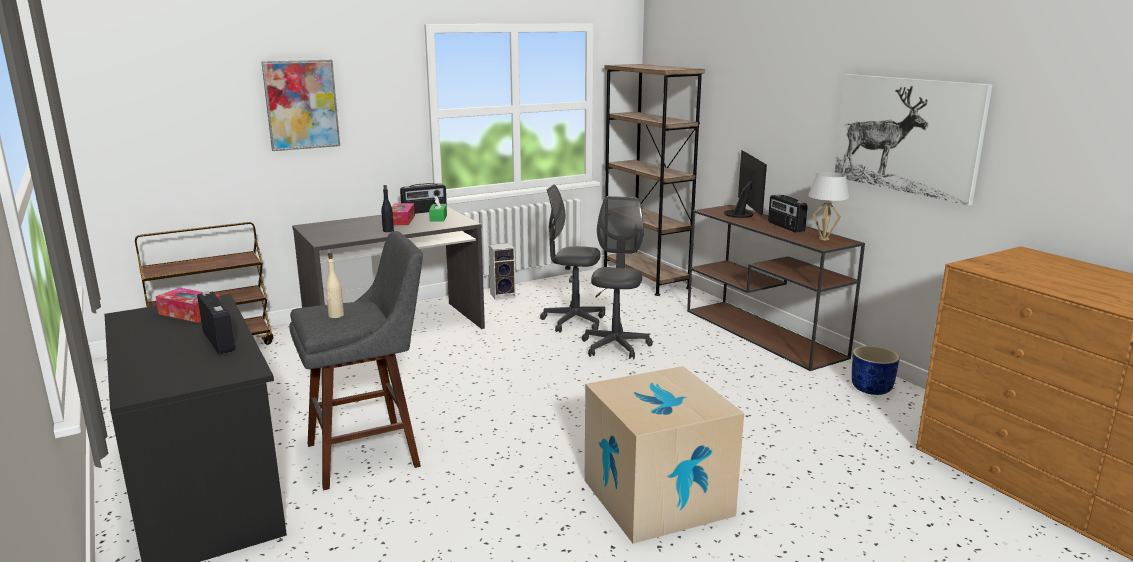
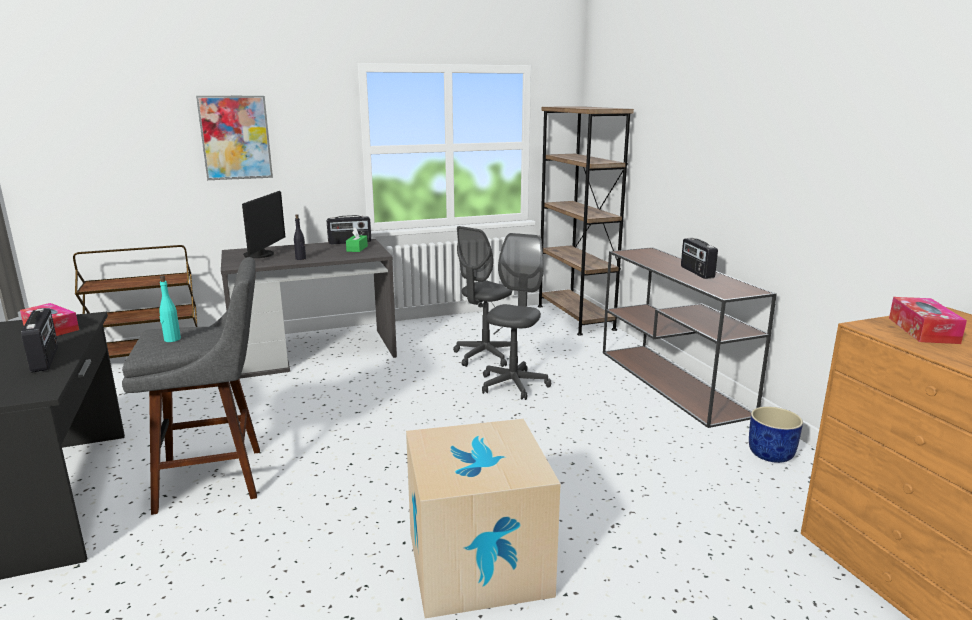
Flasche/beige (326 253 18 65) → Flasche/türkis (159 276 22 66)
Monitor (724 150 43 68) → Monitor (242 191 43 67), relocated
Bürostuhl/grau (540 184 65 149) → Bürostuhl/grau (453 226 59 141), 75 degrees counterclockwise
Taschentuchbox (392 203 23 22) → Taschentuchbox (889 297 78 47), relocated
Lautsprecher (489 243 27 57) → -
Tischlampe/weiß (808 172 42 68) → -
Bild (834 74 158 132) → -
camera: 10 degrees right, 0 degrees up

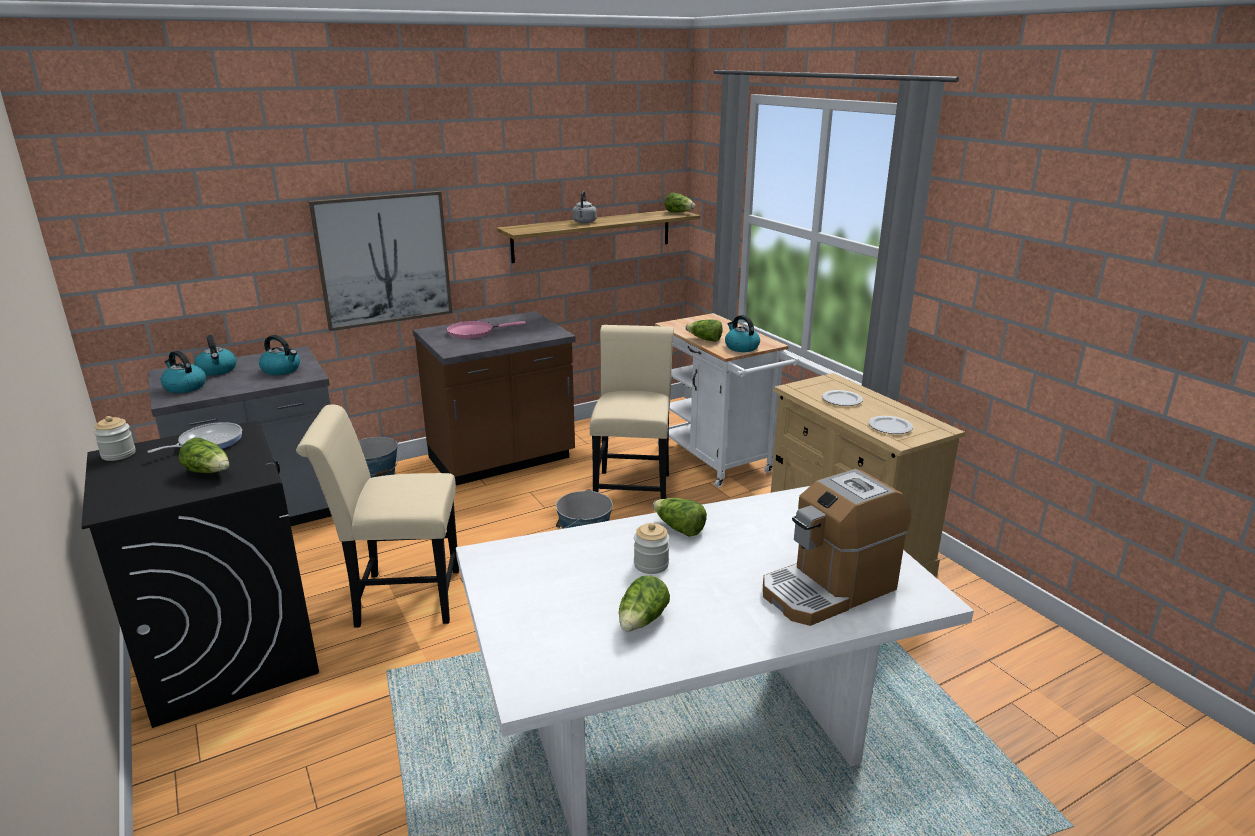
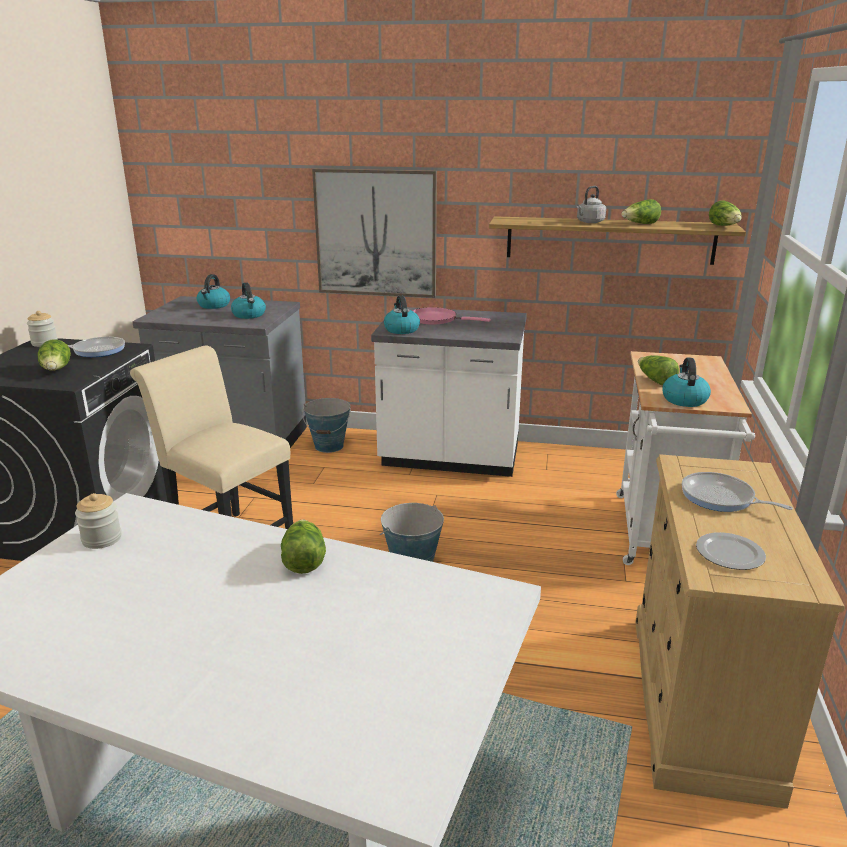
Vorratsglas (634 523 36 51) → Vorratsglas (75 493 47 56), relocated
Küchenzeile/braun (413 311 163 175) → Küchenzeile/weiß (371 307 156 170)
Wasserkessel (161 350 45 43) → Wasserkessel (384 296 36 38), relocated
Salatkopf (619 576 51 56) → Salatkopf (621 199 40 25), relocated
Teller (822 390 41 16) → Pfanne (682 472 111 40)
Stuhl/beige (590 325 84 174) → -
Kaffeemaschine (763 469 148 157) → -
camera: 40 degrees right, 0 degrees up

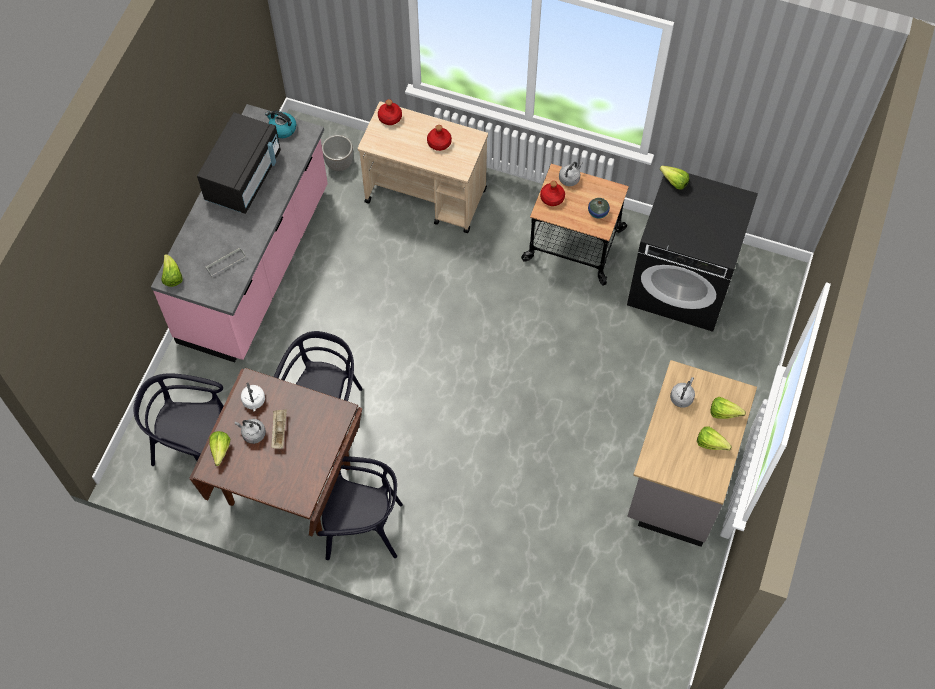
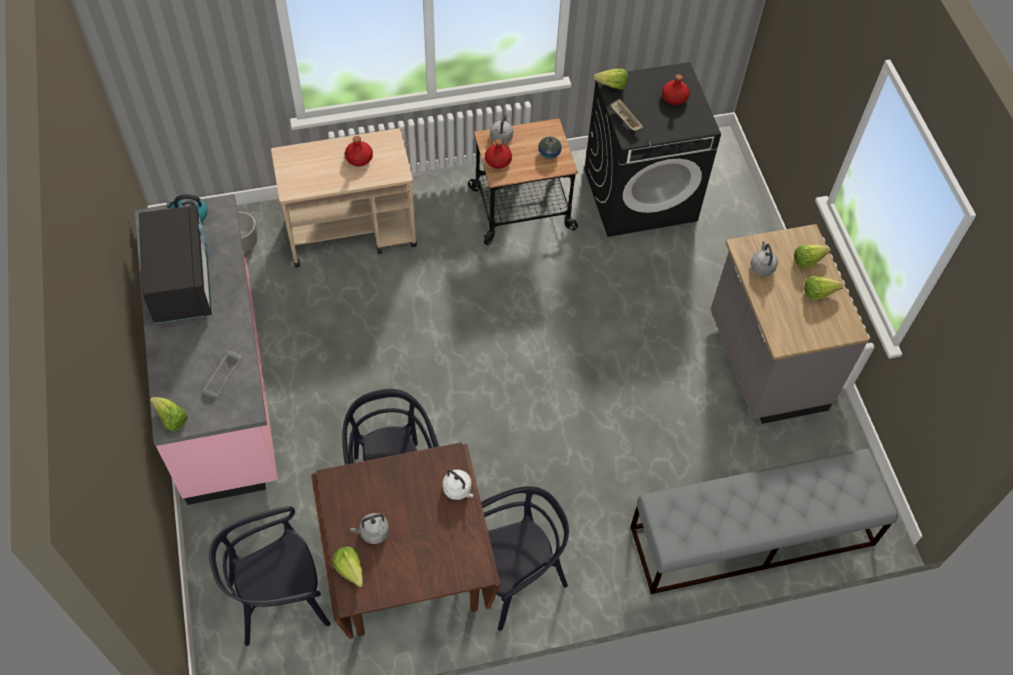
Wasserkessel/weiß (241 383 24 29) → Wasserkessel/weiß (443 470 30 30), relocated
Tablett/beige (271 409 16 40) → Tablett/beige (610 99 33 32), relocated
- → Bank/grau (631 449 267 145)
Flasche/rot (378 99 24 26) → Flasche/rot (662 74 28 31), relocated
camera: 35 degrees left, 5 degrees down

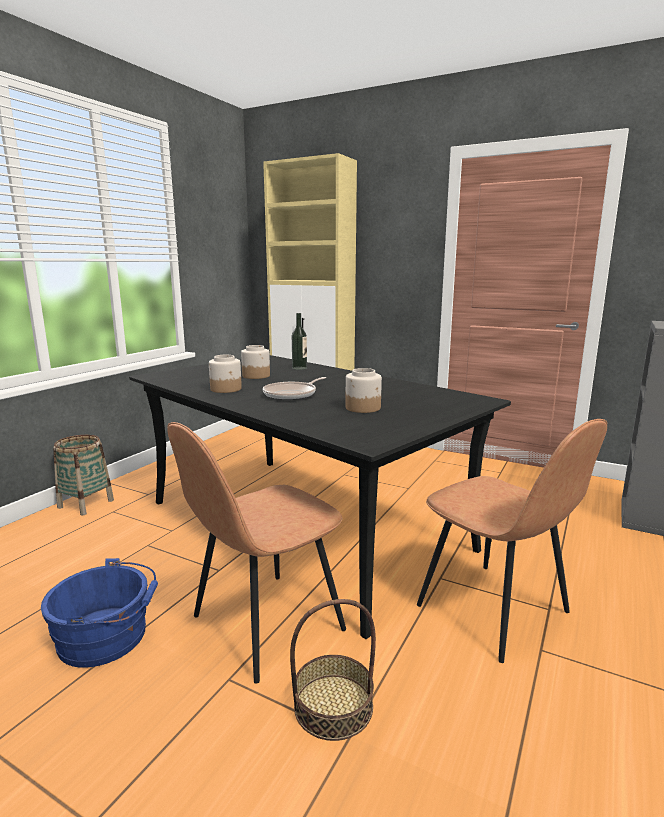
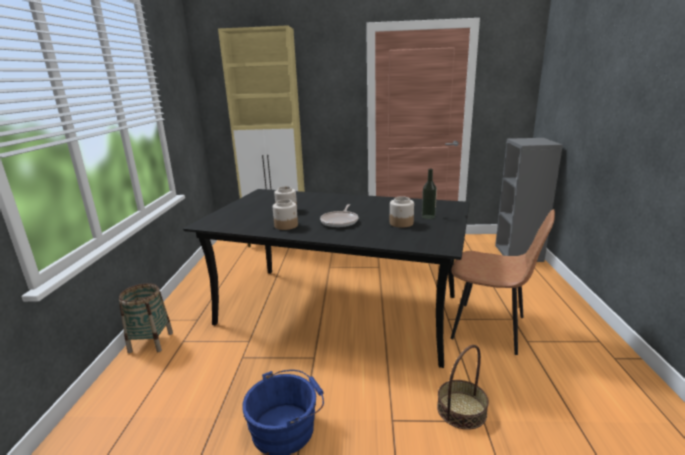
Flasche (292 313 15 57) → Flasche (422 169 15 50), relocated
Stuhl/braun (167 422 179 262) → -
camera: 25 degrees left, 5 degrees up

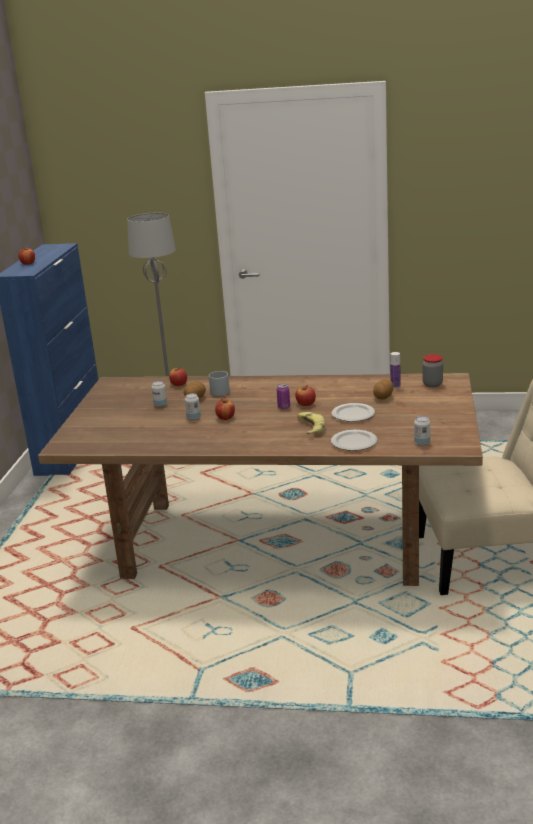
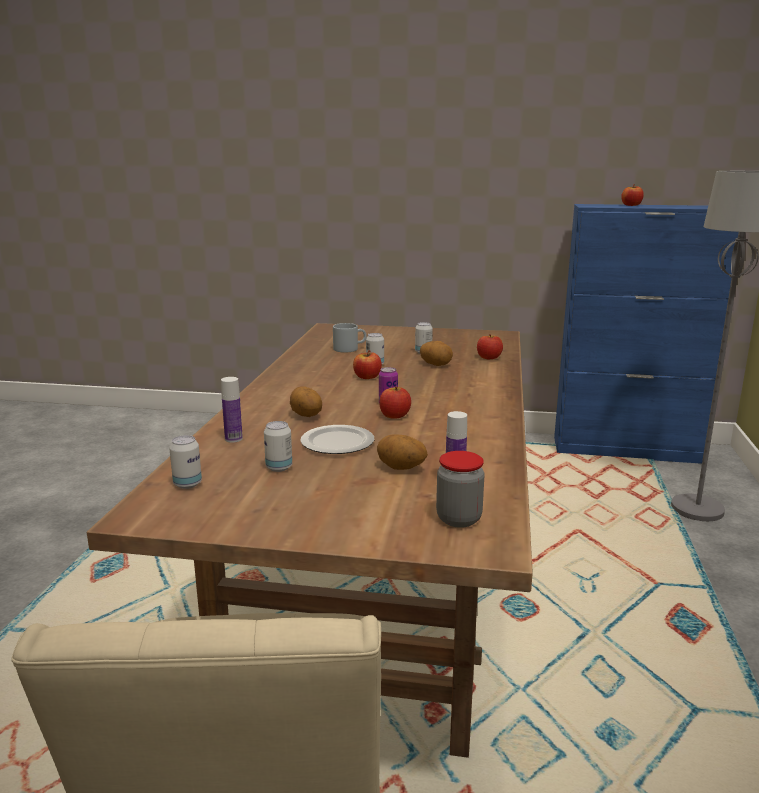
Teller (331 430 46 21) → Flasche (221 377 22 66)
- → Dose (264 421 28 51)
Banane (297 412 28 23) → Kartoffel (290 386 32 31)
Henkelbecher/grau (209 371 21 25) → Henkelbecher/grau (333 323 34 29), relocated
camera: 90 degrees right, 5 degrees down

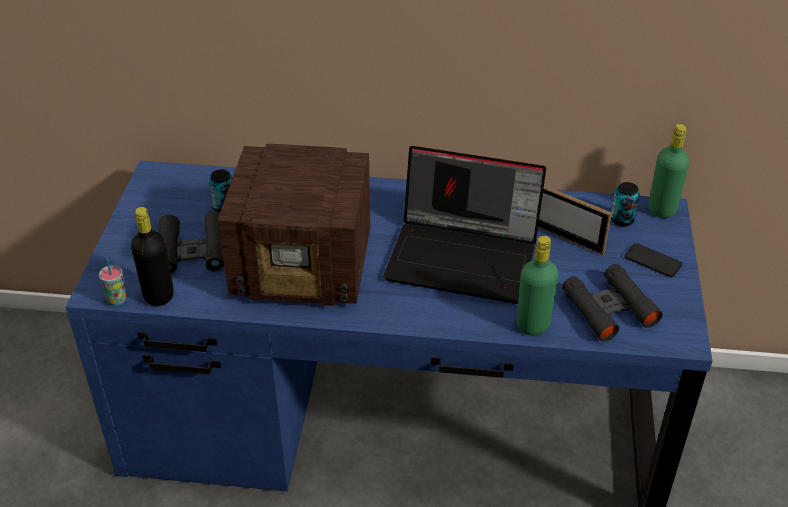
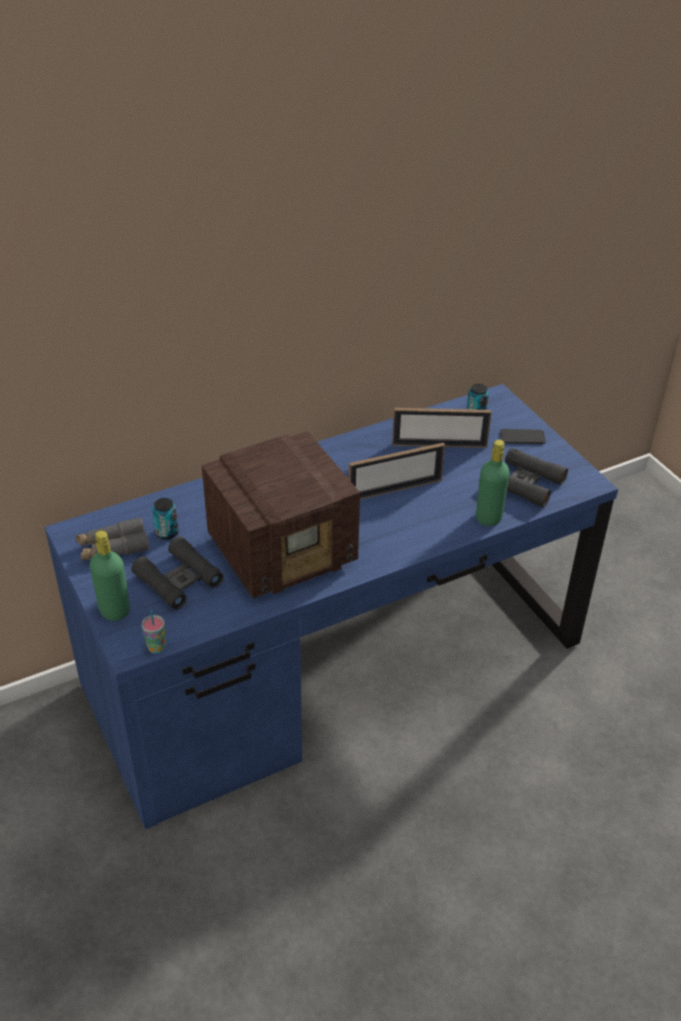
- → Fernglas/grau (76 517 73 44)
Flasche/grün (649 124 40 94) → Flasche/grün (90 531 40 90), relocated
Laptop (383 146 163 158) → Bilderrahmen (348 443 97 56)
Flasche/schwarz (131 207 43 99) → -
camera: 35 degrees left, 0 degrees up

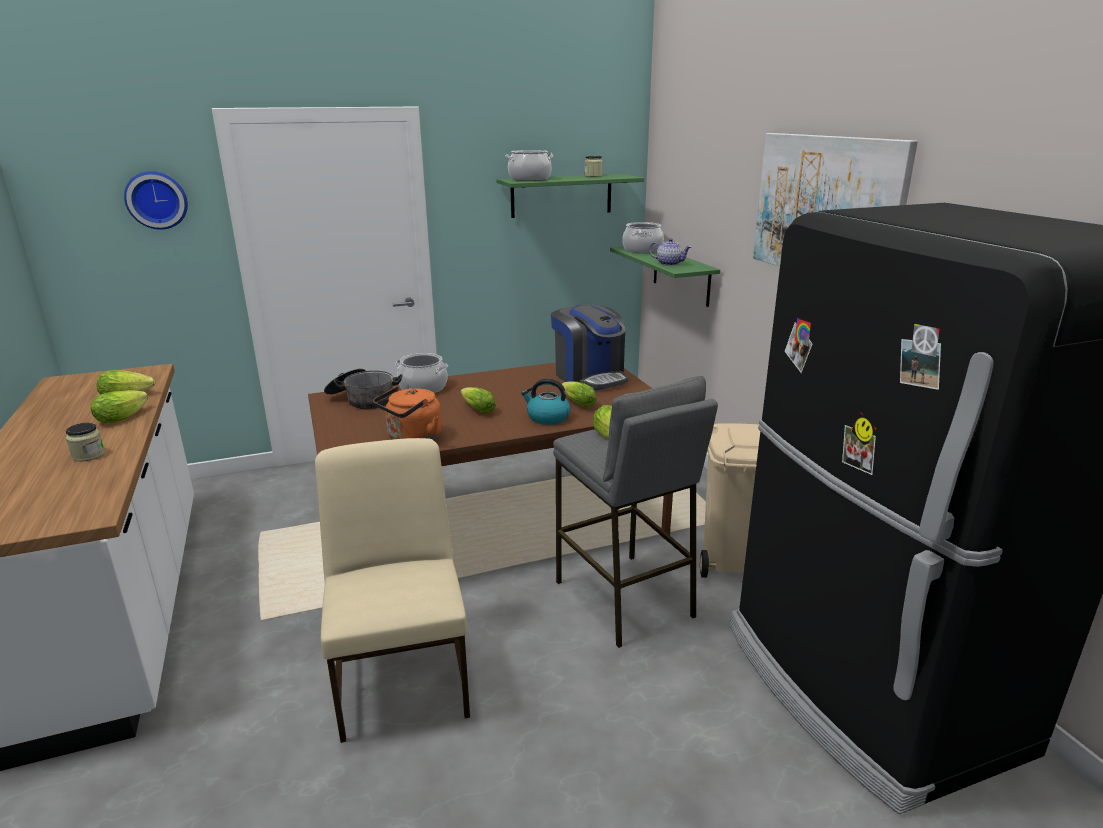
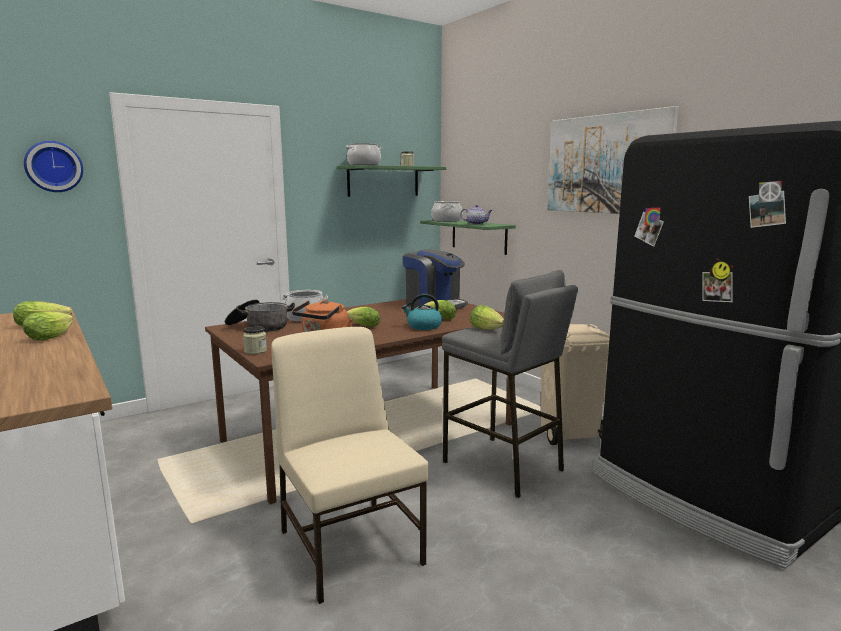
Vorratsglas (66 423 39 39) → Vorratsglas (243 326 24 28), relocated
camera: 15 degrees left, 10 degrees down

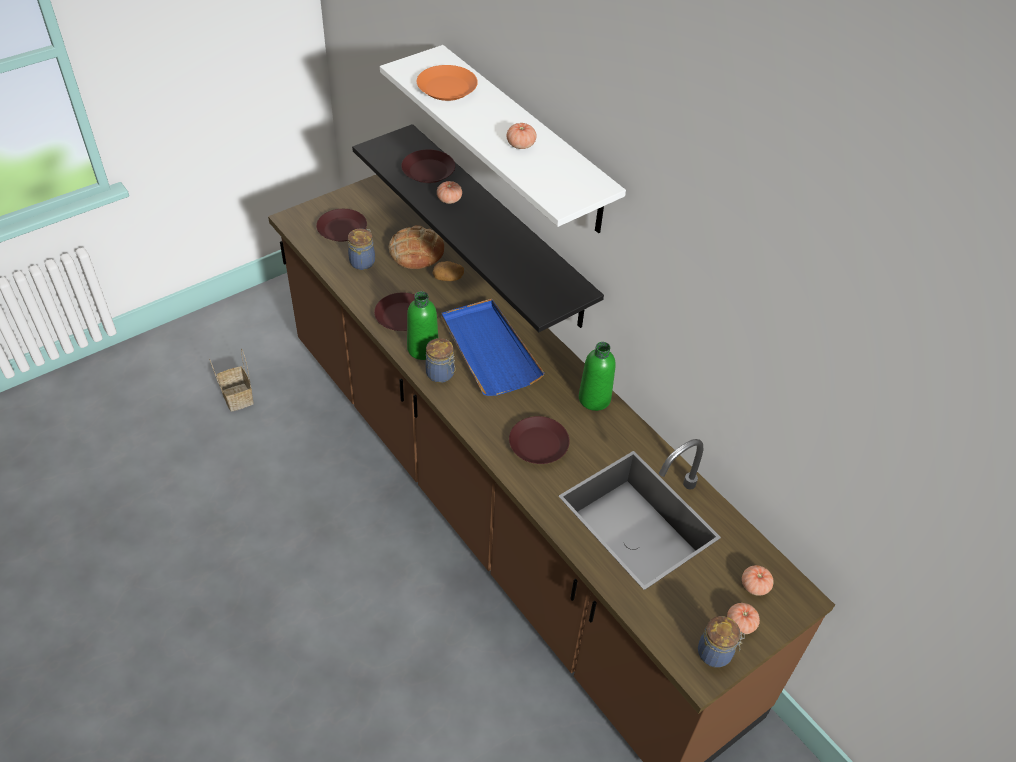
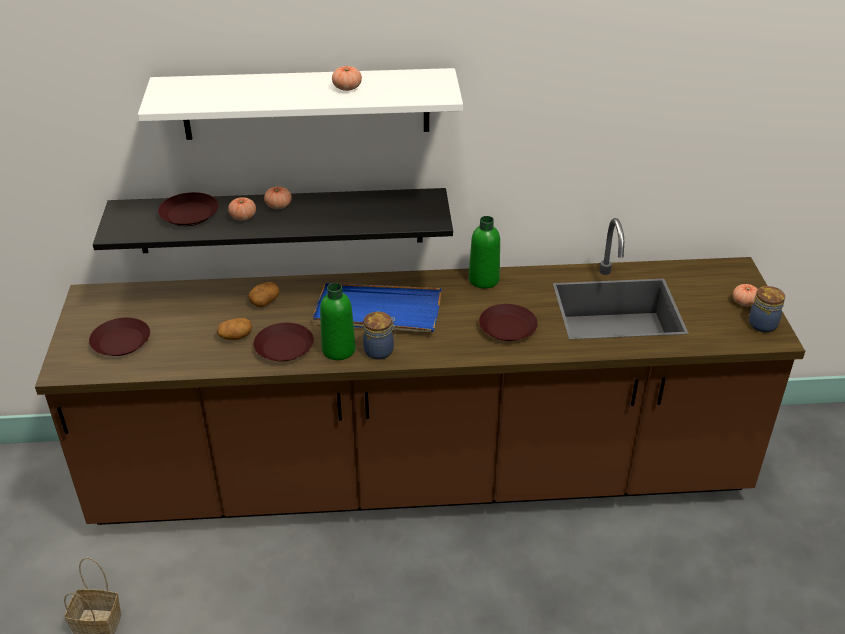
- → Kartoffel (217 318 35 22)
Tomate (742 565 32 31) → Tomate (264 186 28 23), relocated
Vorratsglas (348 228 27 42) → -
Brot (389 225 55 44) → -
Teller/orange (417 65 61 36) → -
camera: 55 degrees left, 10 degrees down

